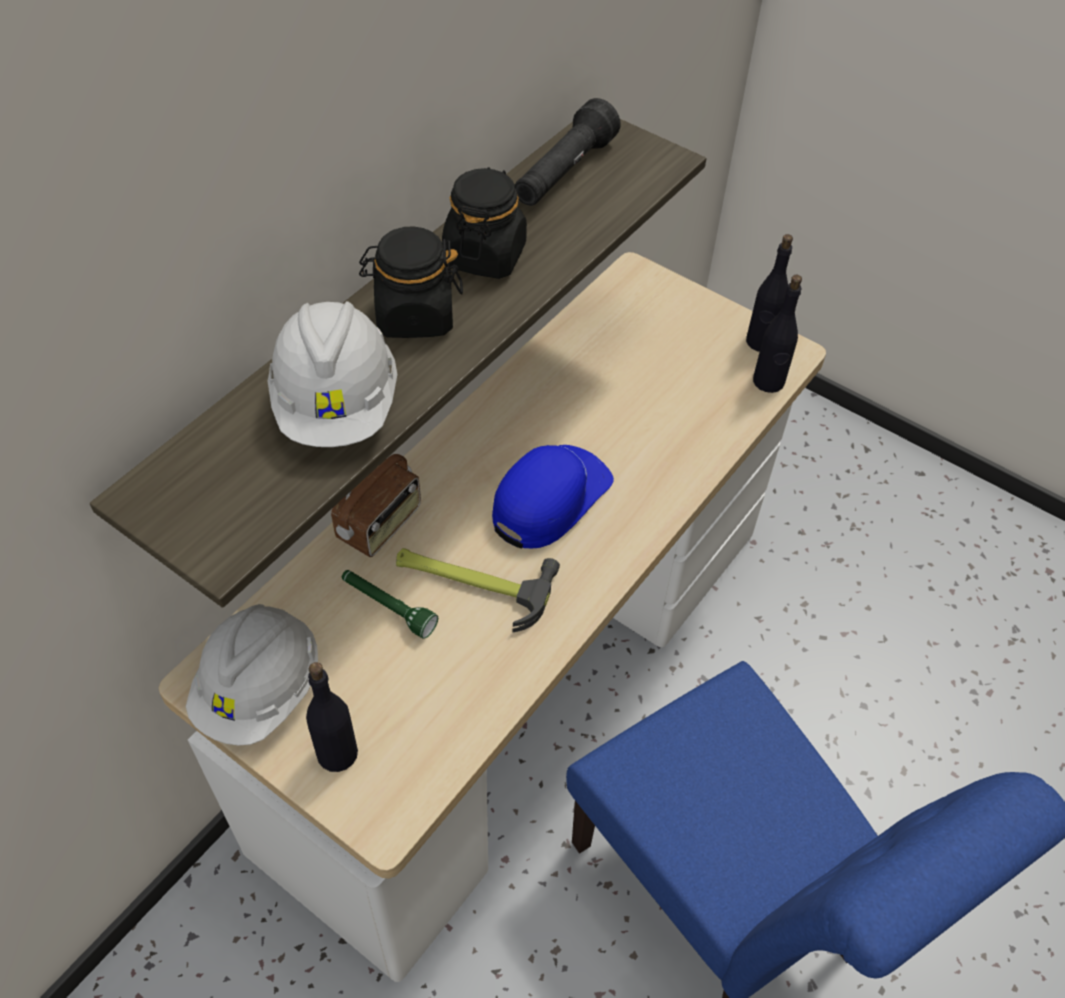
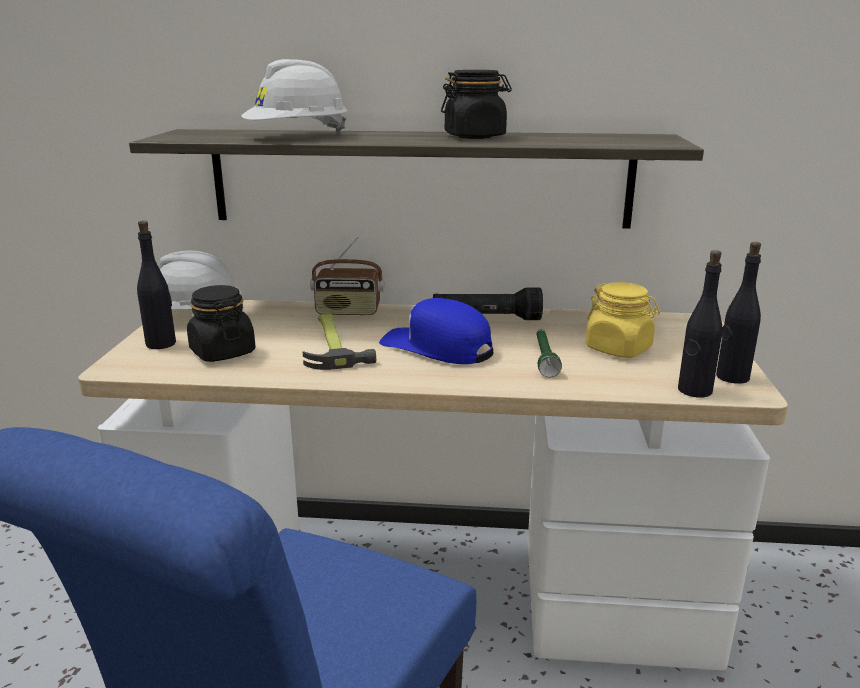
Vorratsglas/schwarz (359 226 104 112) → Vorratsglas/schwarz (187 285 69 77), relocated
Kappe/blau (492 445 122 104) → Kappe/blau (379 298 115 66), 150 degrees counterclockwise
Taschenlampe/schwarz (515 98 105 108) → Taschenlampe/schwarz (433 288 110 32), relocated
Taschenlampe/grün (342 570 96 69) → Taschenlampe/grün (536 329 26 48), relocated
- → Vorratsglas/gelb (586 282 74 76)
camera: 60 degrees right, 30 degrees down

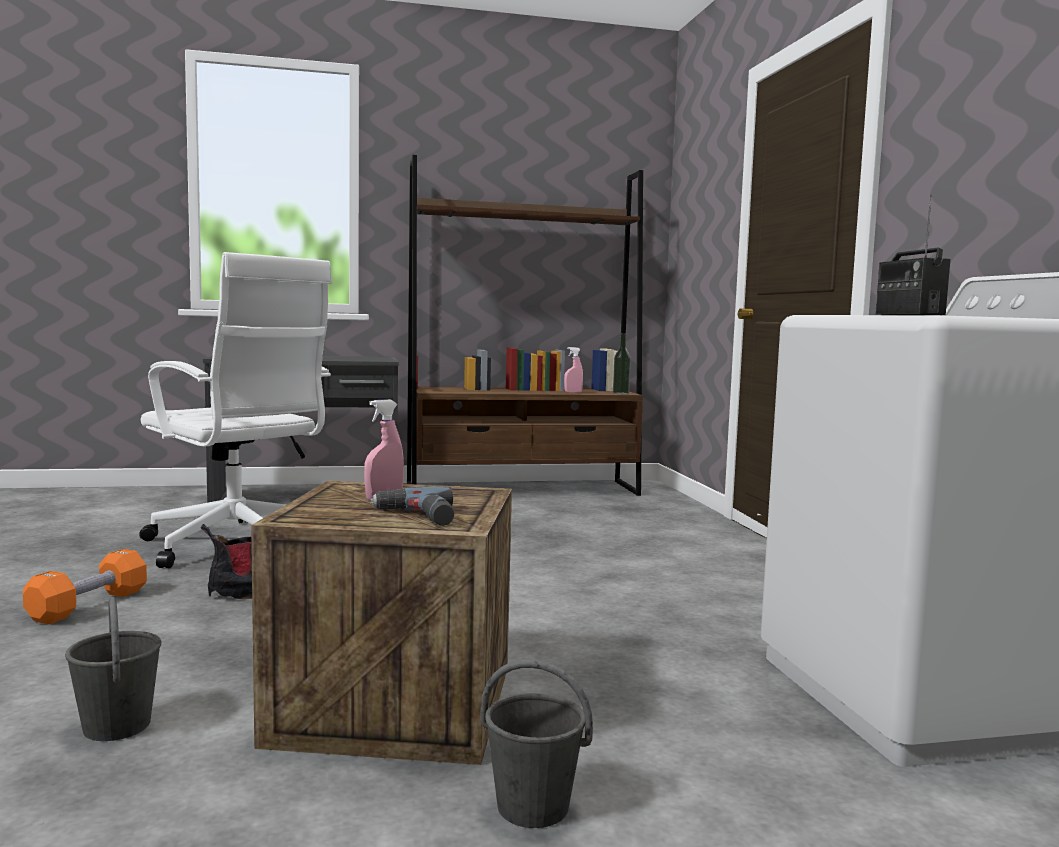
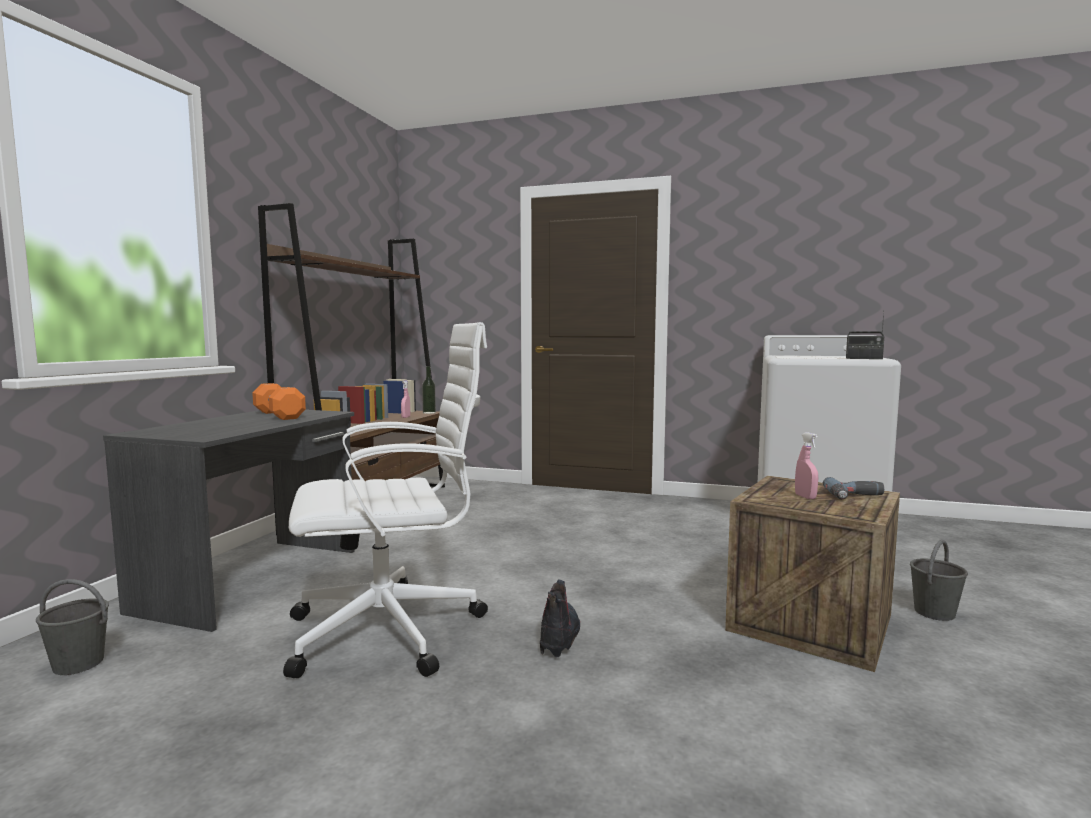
Eimer/grau (65 597 96 144) → Eimer/grau (36 579 73 96), relocated
Hantel/orange (23 549 124 75) → Hantel/orange (252 383 54 37), relocated
camera: 60 degrees left, 0 degrees up

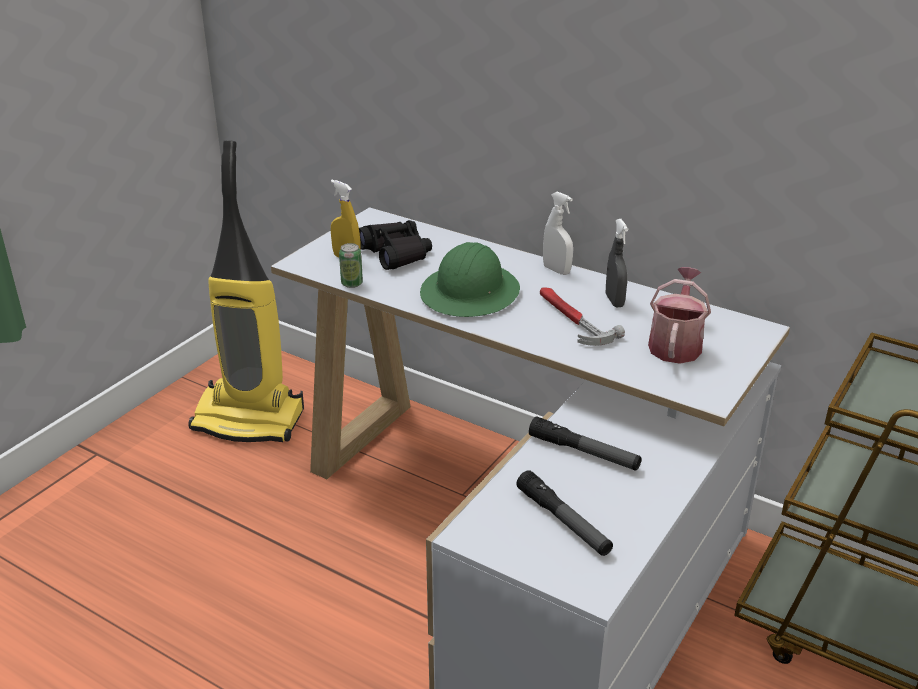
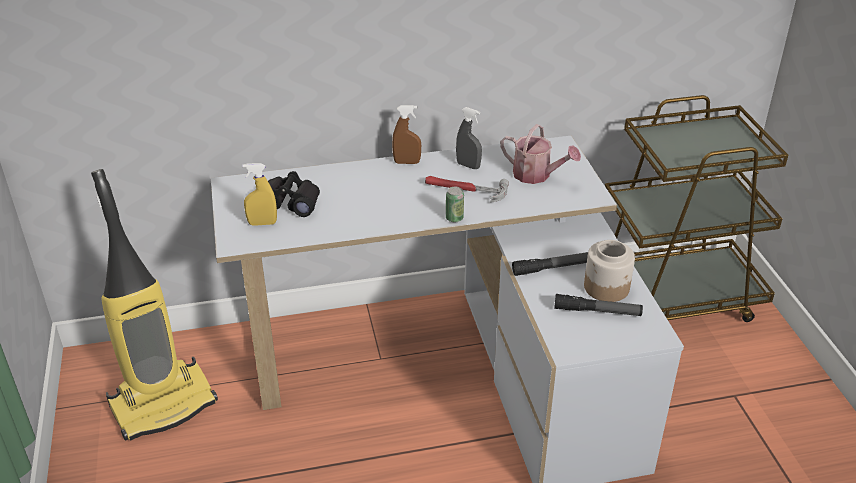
Sprühflasche/weiß (543 191 30 84) → Sprühflasche/braun (392 105 29 59)
Dose (339 243 24 45) → Dose (446 186 18 37), relocated
Gießkanne (648 267 63 97) → Gießkanne (500 124 81 60), 150 degrees clockwise
- → Vorratsglas (584 240 51 62)
Schutzhelm/grün (420 242 100 75) → -
camera: 45 degrees left, 5 degrees up

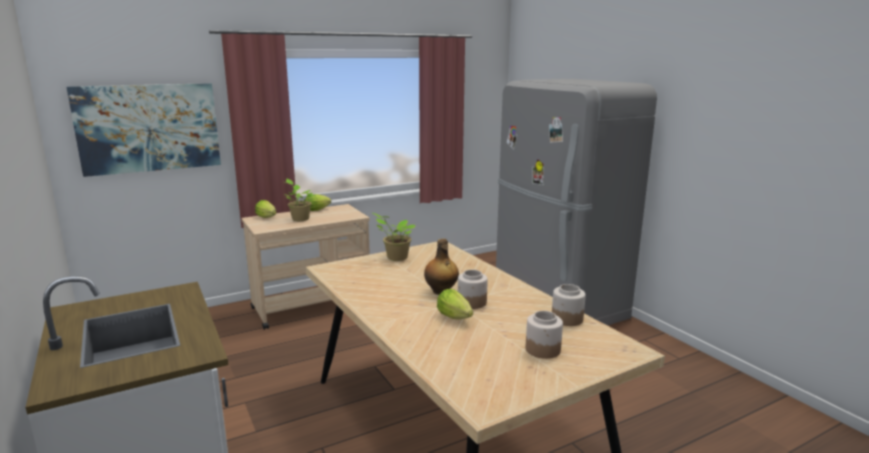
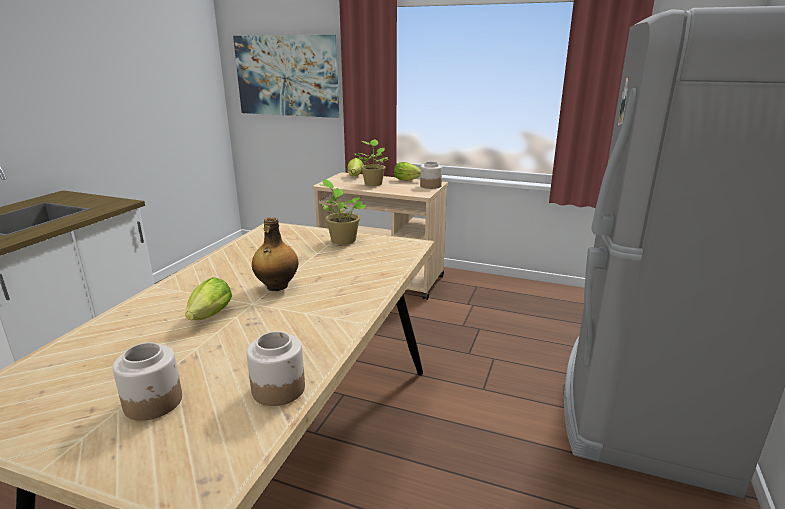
Vorratsglas (458 270 30 39) → Vorratsglas (420 162 22 27), relocated
camera: 50 degrees right, 5 degrees up

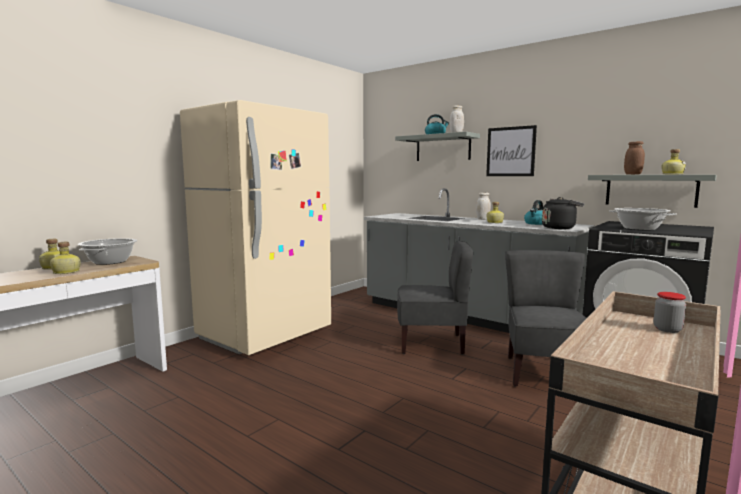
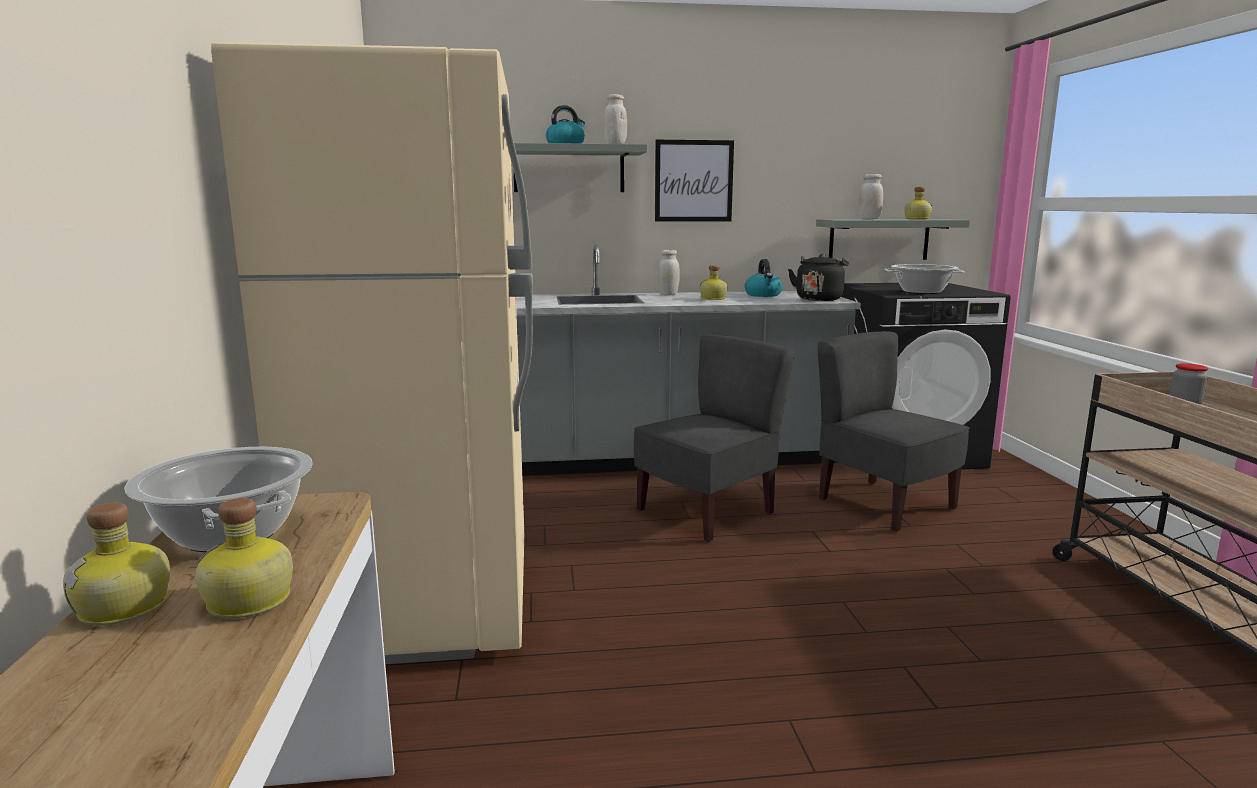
Vorratsglas/braun (624 141 21 34) → Vorratsglas/weiß (858 174 25 45)
camera: 45 degrees left, 5 degrees up

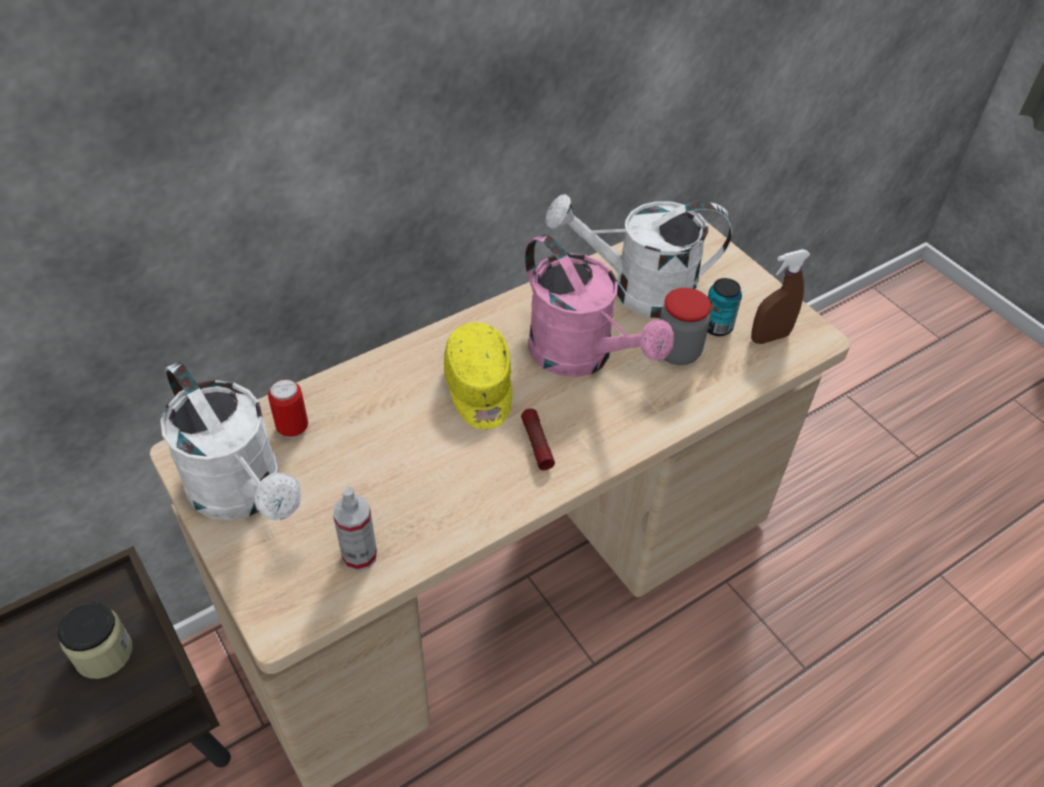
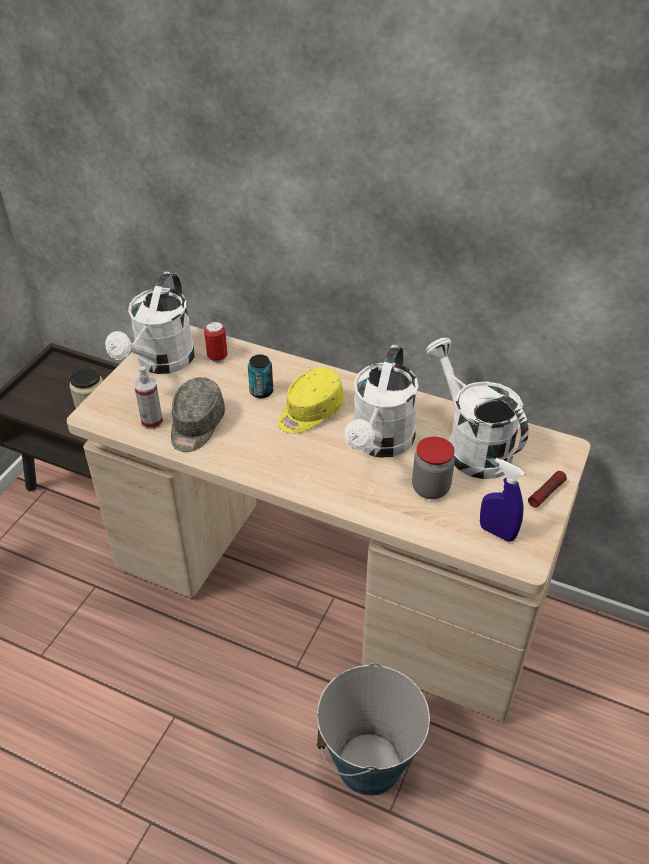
- → Kappe/grau (171 377 54 75)
Dose (707 278 35 58) → Dose (248 354 25 44), relocated
- → Eimer (317 663 113 133)
Gießkanne/rosa (525 234 149 143) → Gießkanne/weiß (344 345 74 113)
Sprühflasche/braun (751 249 60 95) → Sprühflasche/blau (480 458 45 84)
Taschenlampe (521 408 34 62) → Taschenlampe (528 471 39 37), relocated
camera: 60 degrees right, 5 degrees down

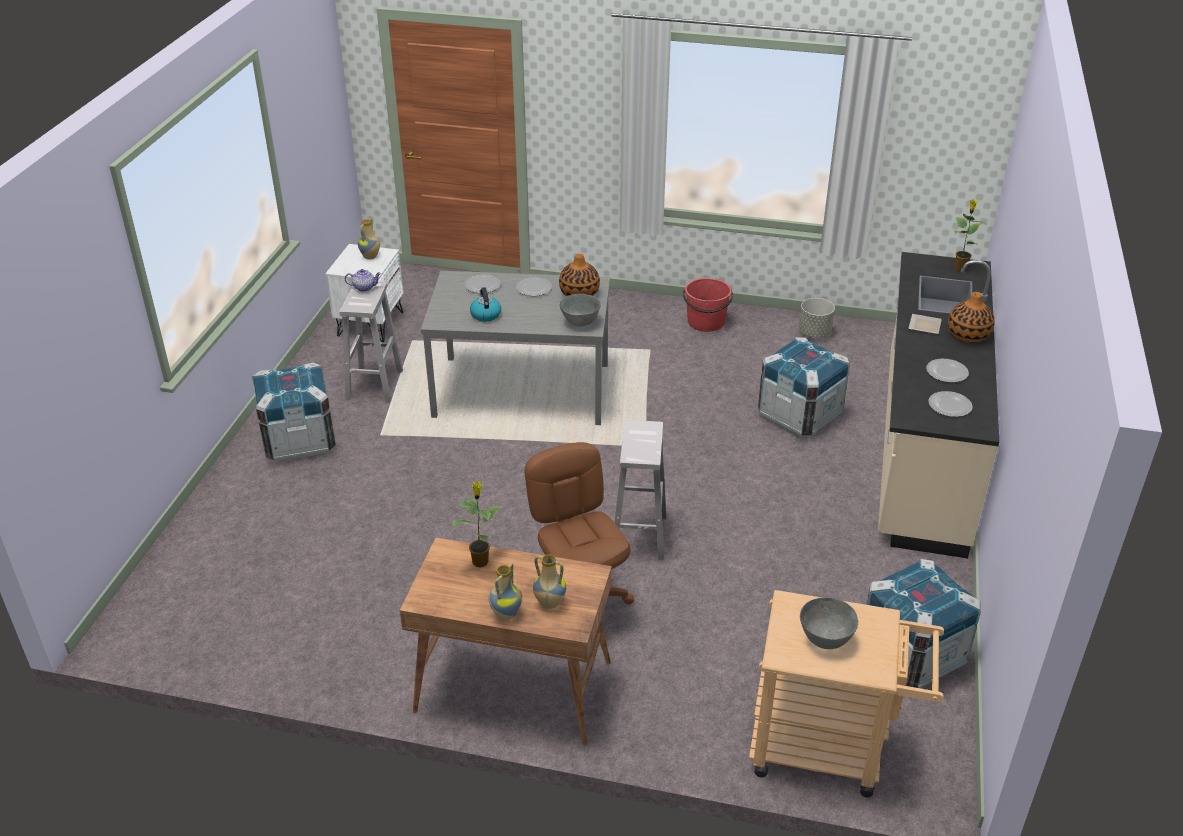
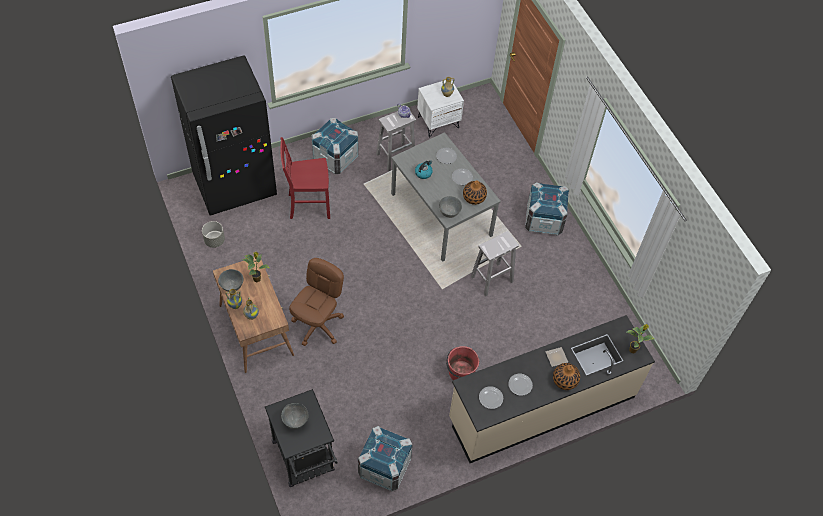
- → Kühlschrank/schwarz (171 55 106 161)
Pflanzkübel/grau (799 298 36 40) → Pflanzkübel/grau (202 221 23 27), relocated
- → Schüssel/grau (218 269 25 23)
Rollwagen/beige (749 590 195 208) → Rollwagen/schwarz (265 389 72 98)
- → Stuhl/rot (280 137 50 82)
Eimer/rot (683 278 50 54) → Eimer/rot (447 346 32 34), relocated
Hocker/weiß (614 420 53 140) → Hocker/weiß (471 231 48 66), relocated
Kiste (758 337 92 99) → Kiste (525 182 44 54), relocated
camera: 50 degrees right, 20 degrees up

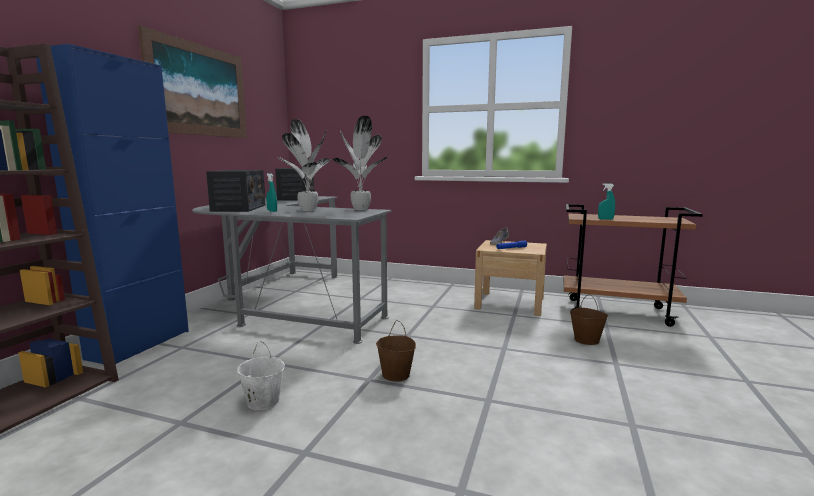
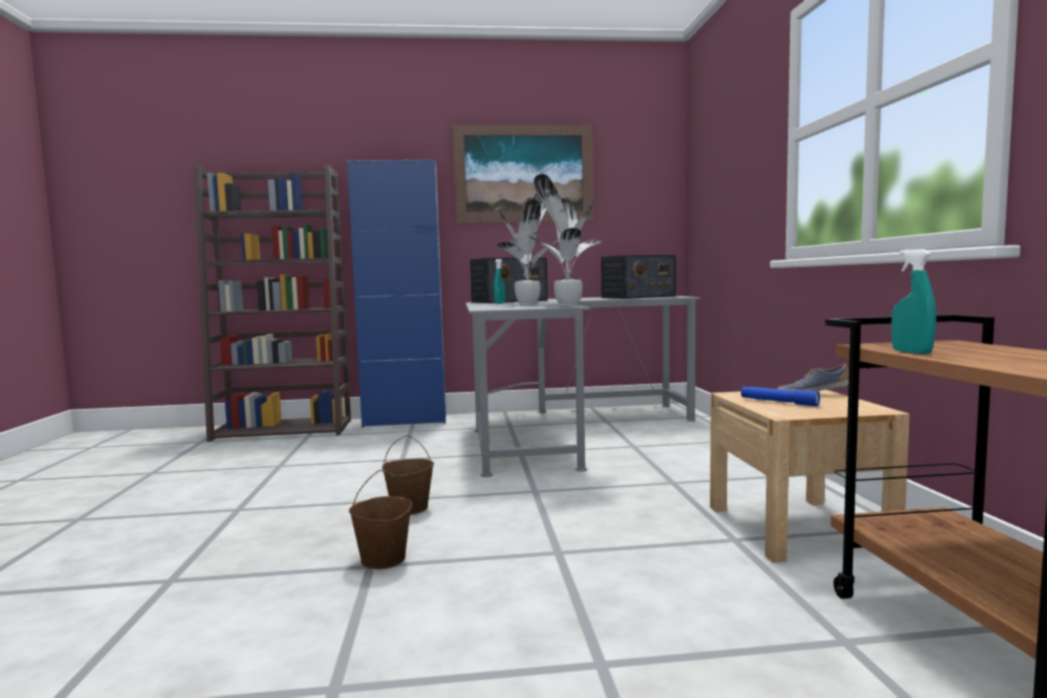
Eimer/braun (570 294 38 51) → Eimer/braun (349 470 63 99), relocated
Eimer/weiß (237 341 48 69) → -
camera: 65 degrees right, 5 degrees down

